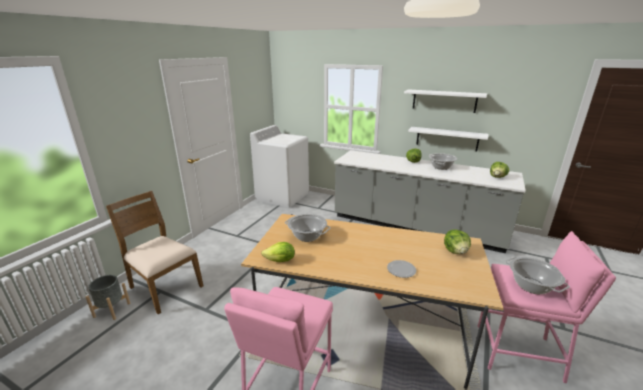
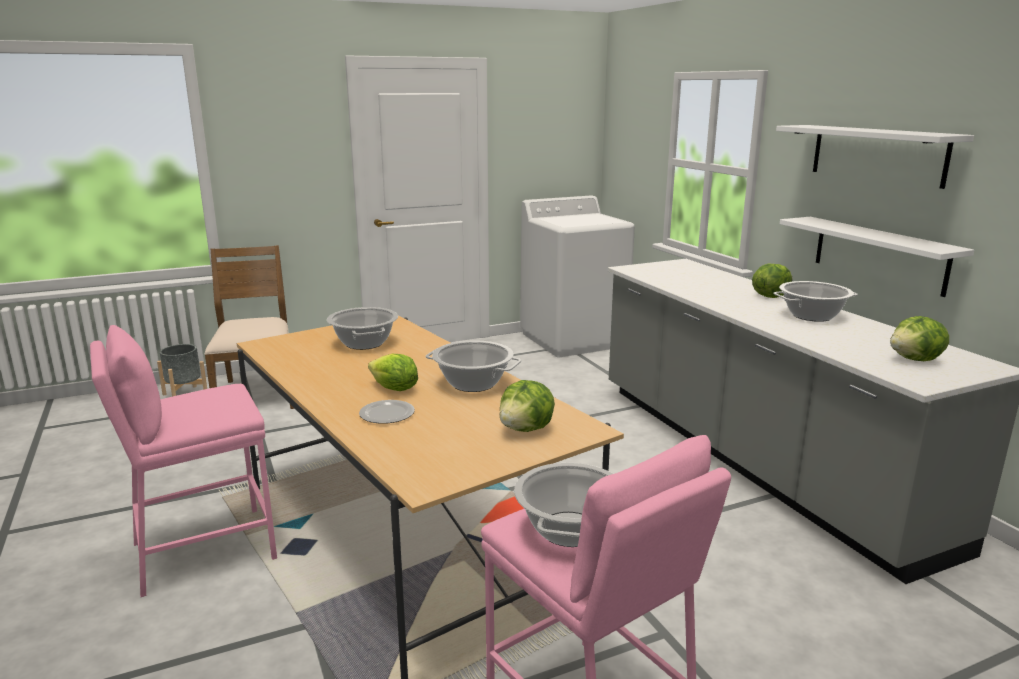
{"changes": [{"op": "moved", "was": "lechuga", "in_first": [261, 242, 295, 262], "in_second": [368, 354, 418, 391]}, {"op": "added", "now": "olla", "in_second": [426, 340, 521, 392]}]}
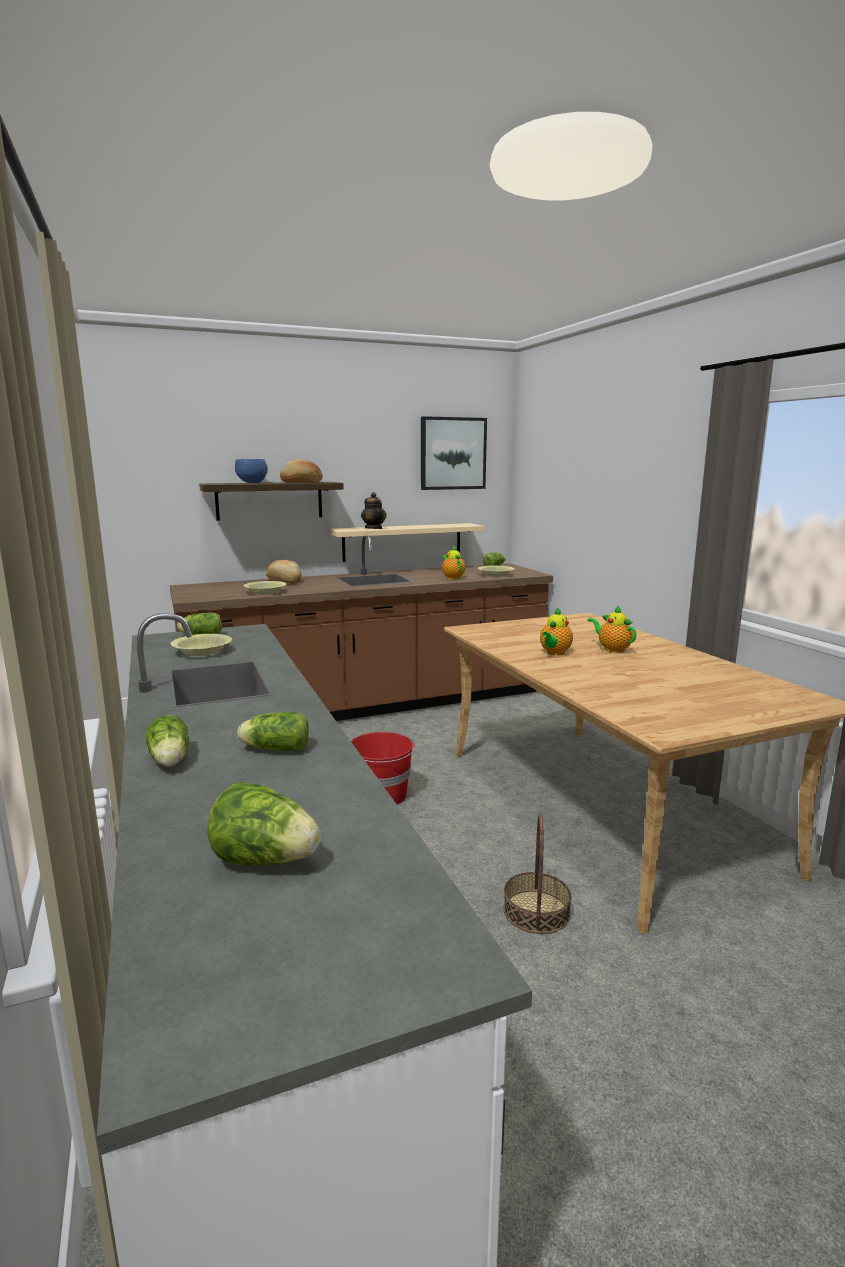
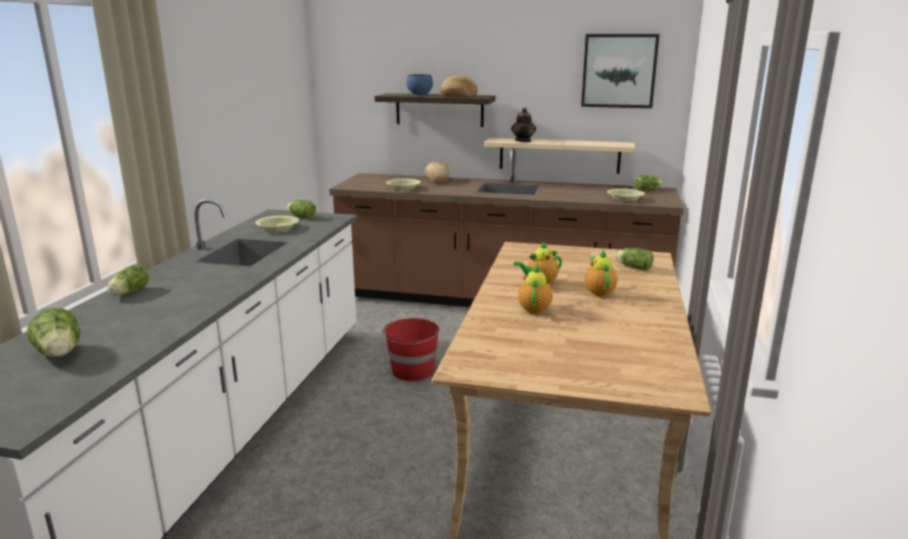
{"changes": [{"op": "moved", "was": "tetera", "in_first": [442, 546, 465, 580], "in_second": [518, 265, 553, 315]}, {"op": "moved", "was": "lechuga", "in_first": [238, 712, 309, 751], "in_second": [615, 248, 653, 271]}, {"op": "removed", "was": "cesta", "in_first": [504, 815, 571, 934]}]}
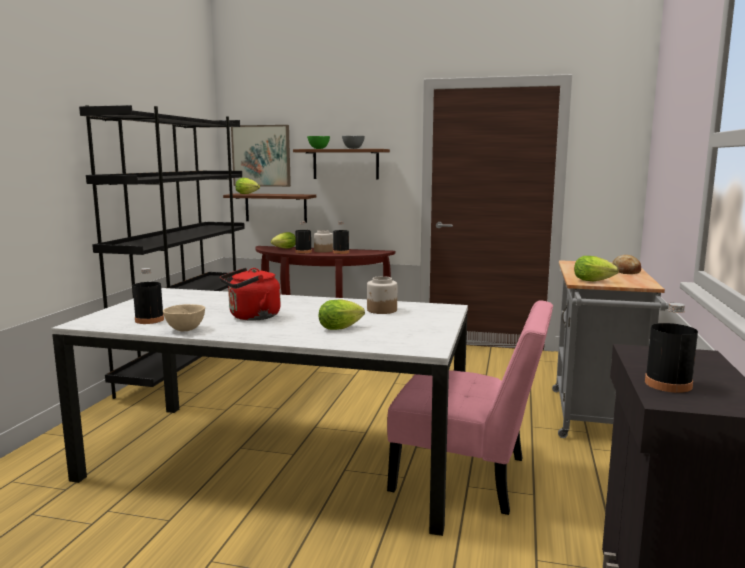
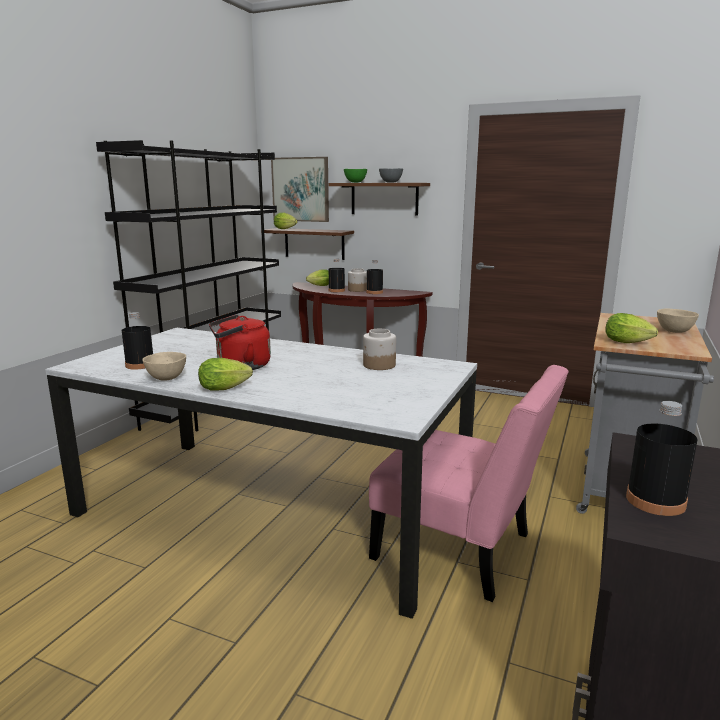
{"changes": [{"op": "replaced", "was": "pan", "now": "cuenco/beis", "in_first": [612, 255, 641, 274], "in_second": [657, 308, 699, 333]}, {"op": "moved", "was": "lechuga", "in_first": [319, 299, 365, 330], "in_second": [198, 358, 253, 391]}]}
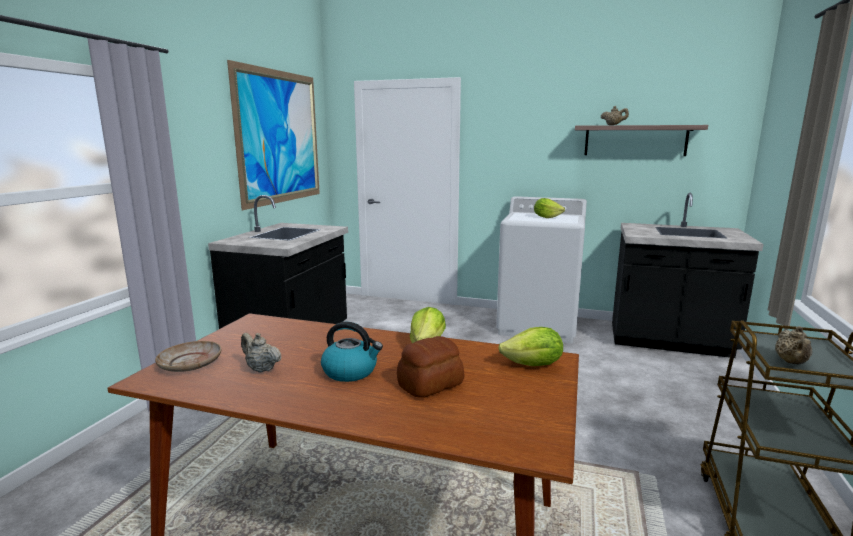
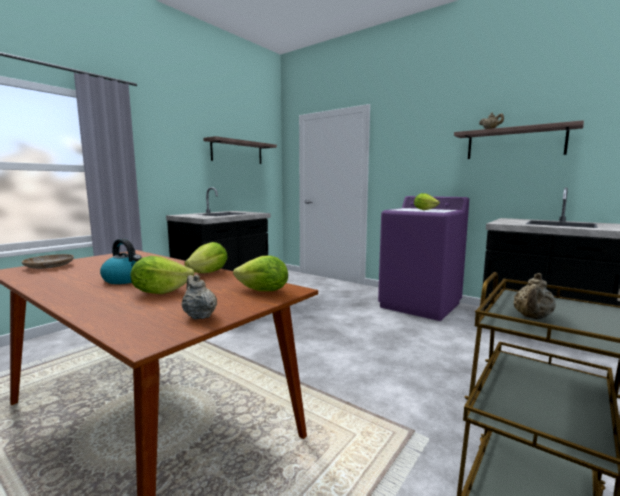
{"changes": [{"op": "replaced", "was": "cuadro", "now": "estante", "in_first": [227, 60, 320, 210], "in_second": [203, 136, 277, 164]}, {"op": "recoloured", "was": "lavadora/blanco", "now": "lavadora/morado", "in_first": [496, 196, 587, 344], "in_second": [378, 196, 469, 321]}, {"op": "moved", "was": "tetera/beis", "in_first": [241, 333, 282, 373], "in_second": [181, 274, 217, 319]}, {"op": "replaced", "was": "pan", "now": "lechuga", "in_first": [397, 336, 464, 398], "in_second": [131, 256, 194, 294]}]}
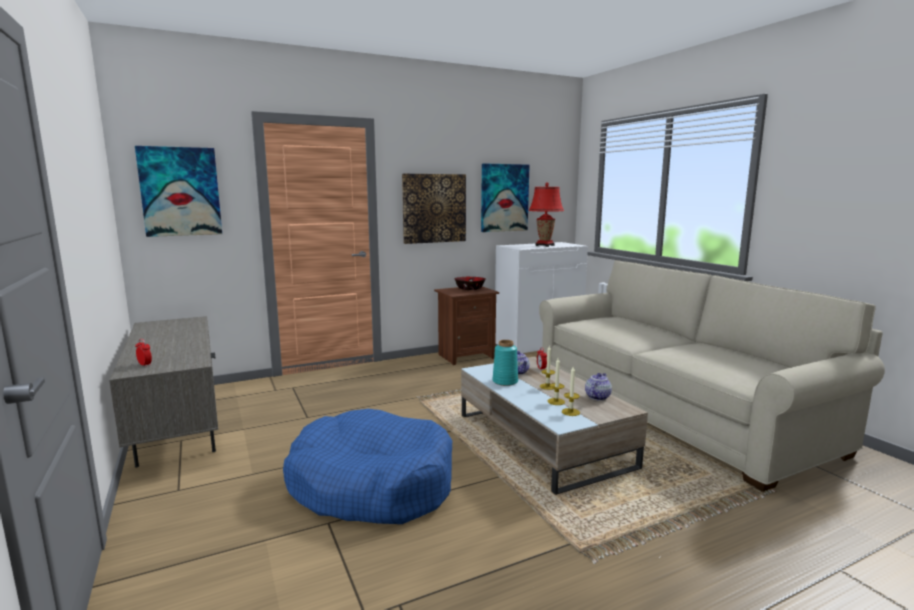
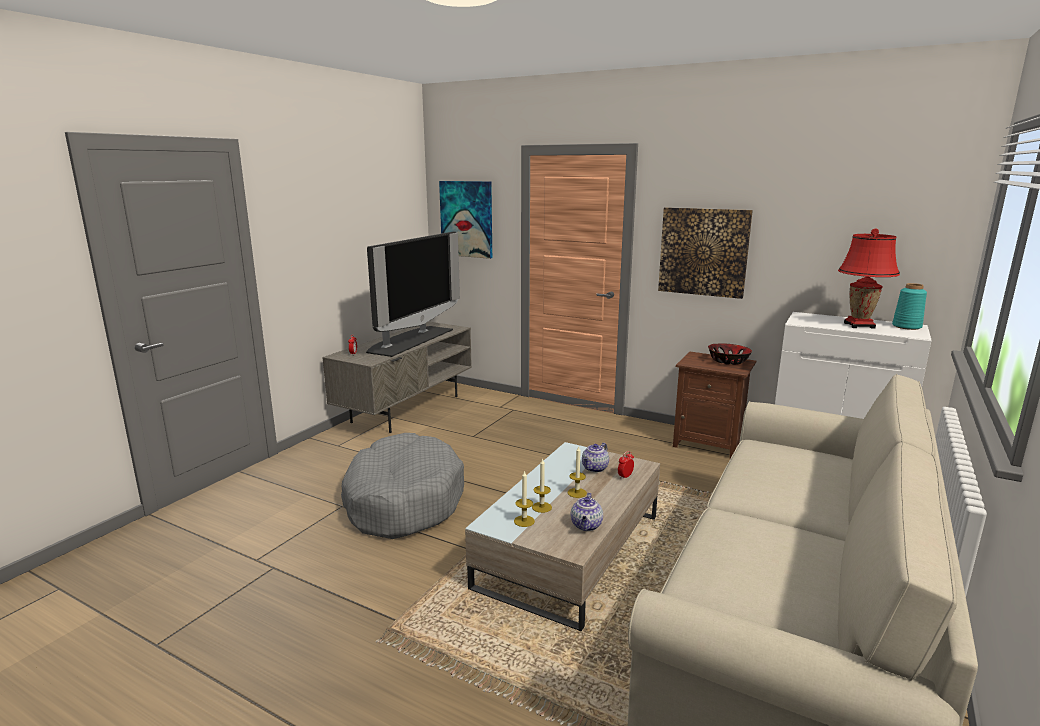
{"changes": [{"op": "removed", "was": "cuadro", "in_first": [481, 164, 530, 232]}, {"op": "moved", "was": "florero/turquesa", "in_first": [492, 340, 518, 386], "in_second": [892, 283, 927, 330]}, {"op": "turned", "was": "tetera", "in_first": [585, 373, 612, 401], "in_second": [571, 493, 603, 531], "clockwise": 105}, {"op": "recoloured", "was": "cama para perro/azul", "now": "cama para perro/gris", "in_first": [283, 409, 452, 524], "in_second": [341, 433, 464, 539]}, {"op": "added", "now": "televisor", "in_second": [366, 232, 460, 357]}]}
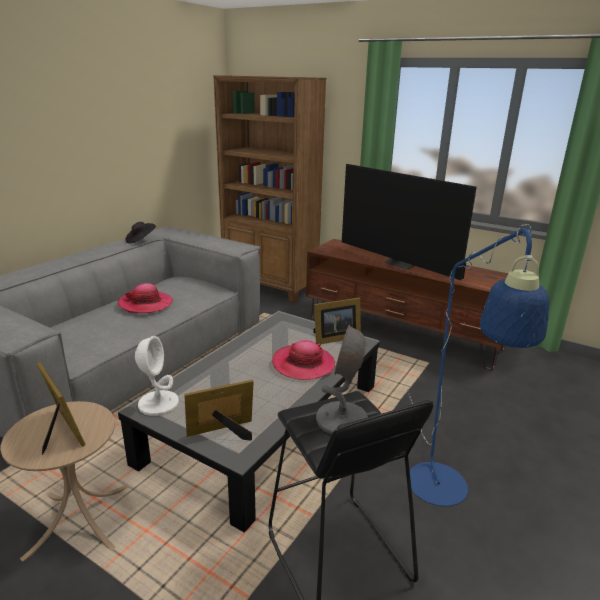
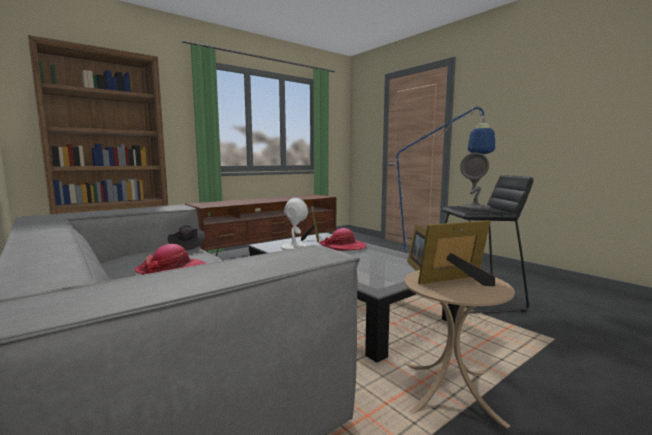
{"changes": [{"op": "removed", "was": "televisor", "in_first": [342, 164, 477, 280]}, {"op": "moved", "was": "sombrero/negro", "in_first": [125, 222, 156, 243], "in_second": [168, 226, 205, 250]}, {"op": "moved", "was": "lámpara de mesa/blanco", "in_first": [135, 336, 179, 416], "in_second": [281, 197, 308, 250]}]}
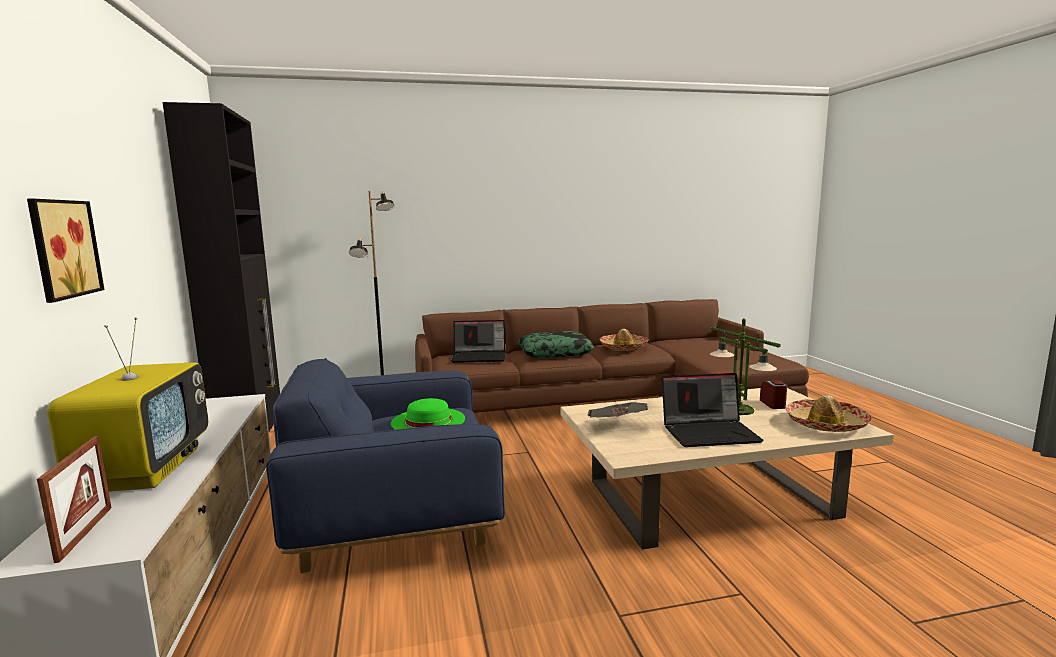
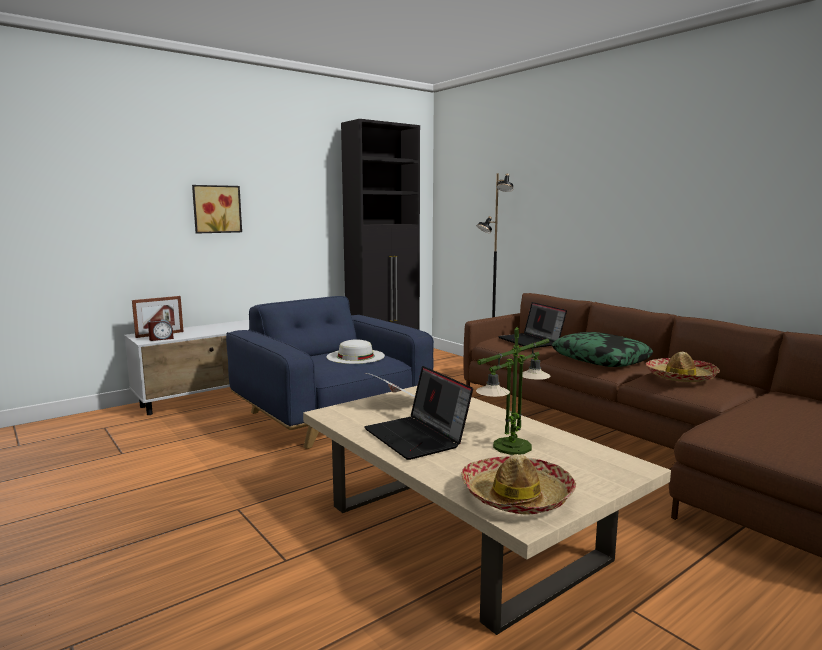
{"changes": [{"op": "removed", "was": "televisor", "in_first": [47, 317, 208, 492]}, {"op": "moved", "was": "despertador", "in_first": [760, 380, 787, 409], "in_second": [148, 319, 174, 341]}, {"op": "recoloured", "was": "sombrero/verde", "now": "sombrero/blanco", "in_first": [391, 398, 465, 430], "in_second": [327, 339, 385, 364]}]}
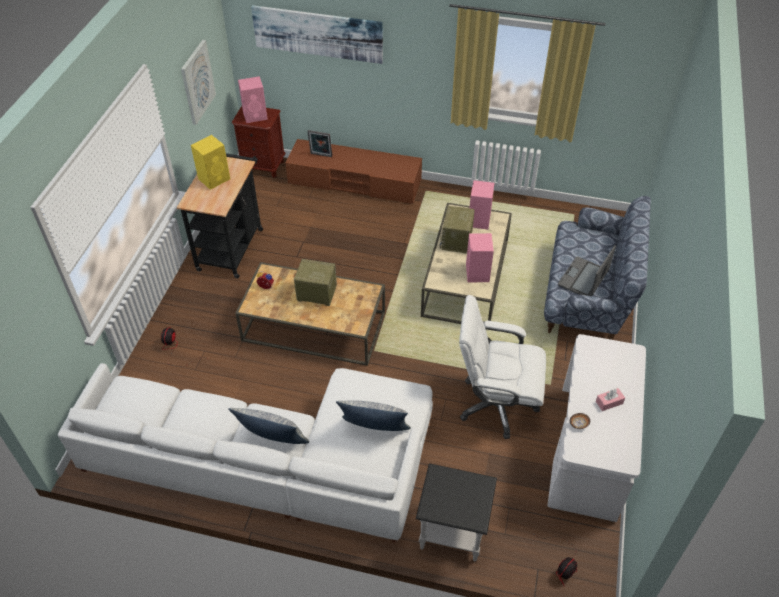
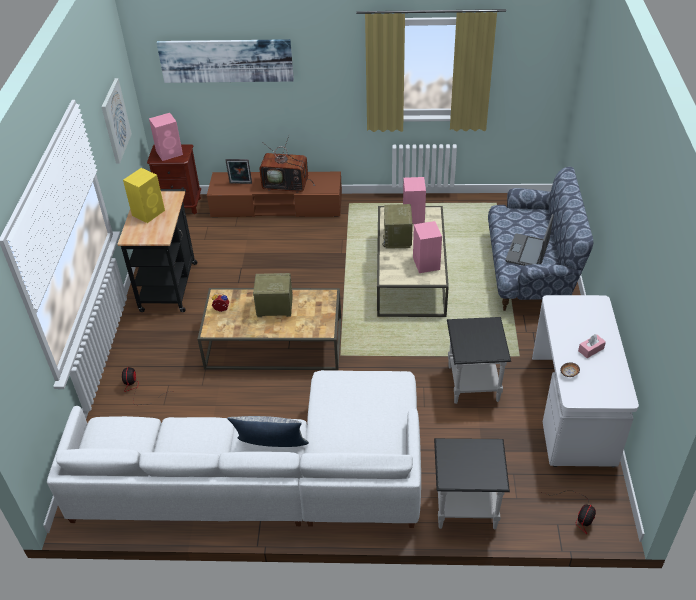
{"changes": [{"op": "replaced", "was": "silla de oficina/blanco", "now": "mesa auxiliar/negro", "in_first": [459, 295, 546, 439], "in_second": [447, 317, 511, 404]}, {"op": "removed", "was": "cojín", "in_first": [336, 401, 411, 431]}, {"op": "added", "now": "televisor", "in_second": [259, 134, 315, 193]}]}
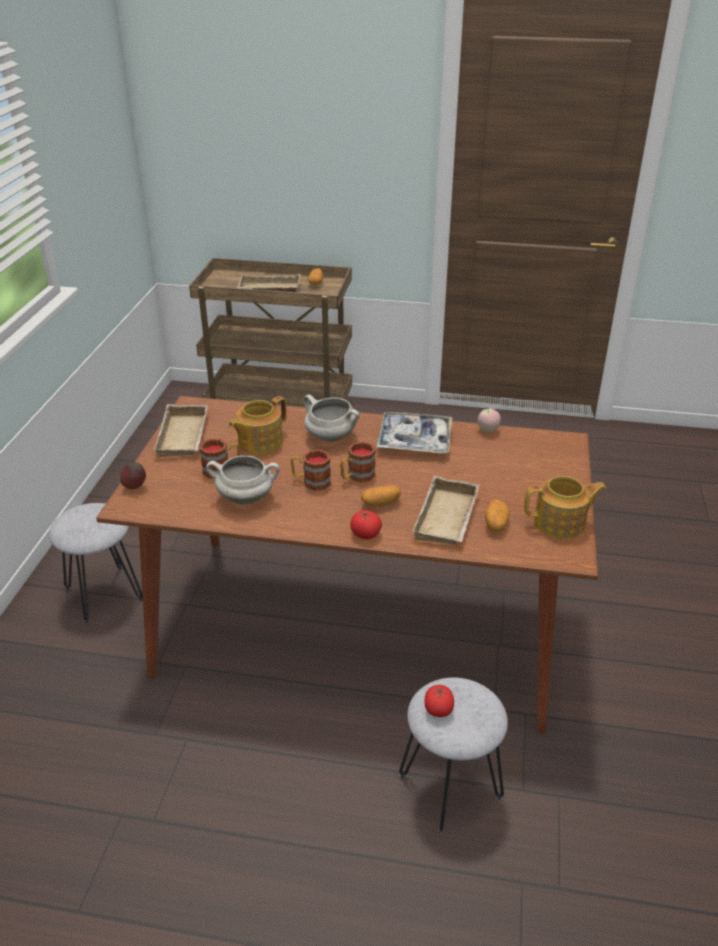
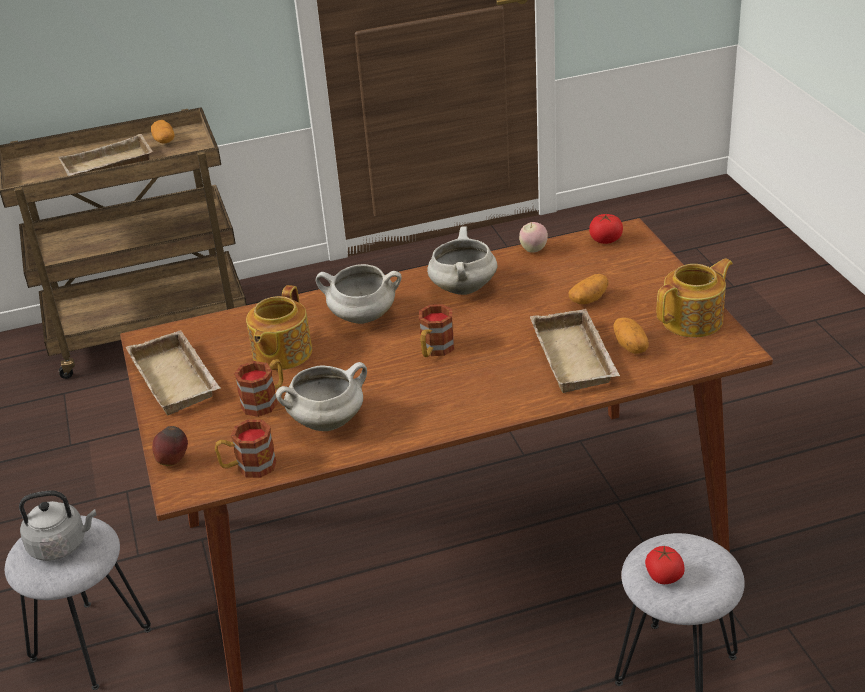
{"changes": [{"op": "replaced", "was": "bandeja", "now": "olla/blanco", "in_first": [376, 412, 452, 454], "in_second": [427, 226, 497, 295]}, {"op": "moved", "was": "taza grande", "in_first": [291, 449, 331, 491], "in_second": [215, 420, 277, 478]}, {"op": "moved", "was": "patata", "in_first": [361, 485, 401, 506], "in_second": [569, 274, 609, 304]}, {"op": "moved", "was": "tomate", "in_first": [350, 510, 382, 539], "in_second": [589, 214, 623, 244]}, {"op": "added", "now": "hervidor/gris", "in_second": [19, 490, 96, 561]}]}
